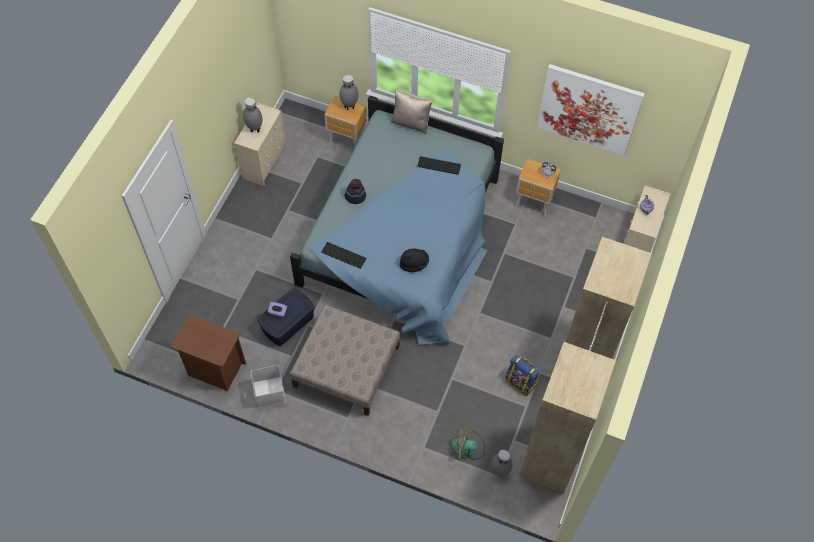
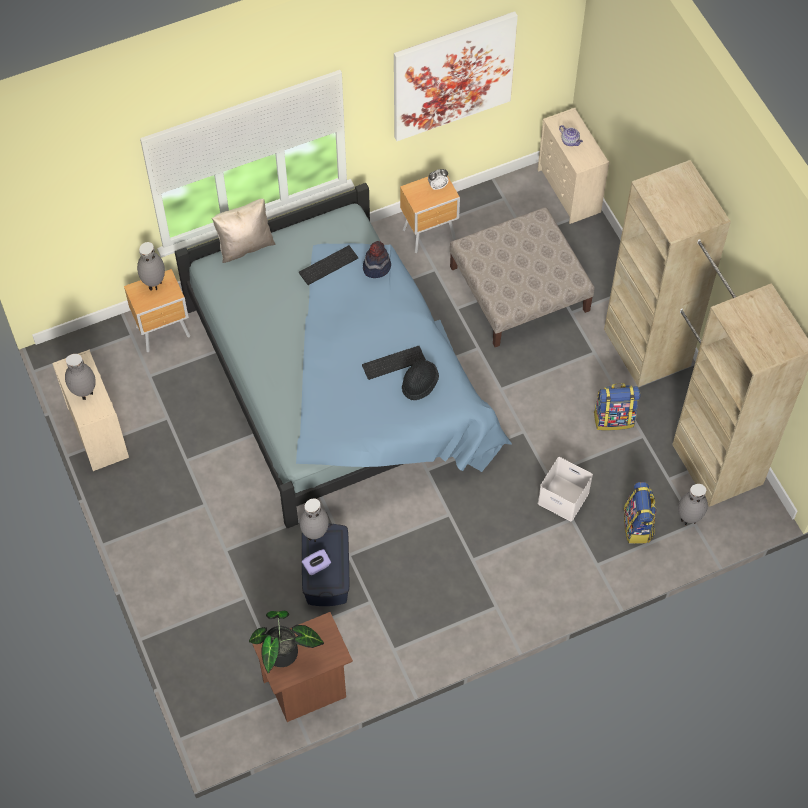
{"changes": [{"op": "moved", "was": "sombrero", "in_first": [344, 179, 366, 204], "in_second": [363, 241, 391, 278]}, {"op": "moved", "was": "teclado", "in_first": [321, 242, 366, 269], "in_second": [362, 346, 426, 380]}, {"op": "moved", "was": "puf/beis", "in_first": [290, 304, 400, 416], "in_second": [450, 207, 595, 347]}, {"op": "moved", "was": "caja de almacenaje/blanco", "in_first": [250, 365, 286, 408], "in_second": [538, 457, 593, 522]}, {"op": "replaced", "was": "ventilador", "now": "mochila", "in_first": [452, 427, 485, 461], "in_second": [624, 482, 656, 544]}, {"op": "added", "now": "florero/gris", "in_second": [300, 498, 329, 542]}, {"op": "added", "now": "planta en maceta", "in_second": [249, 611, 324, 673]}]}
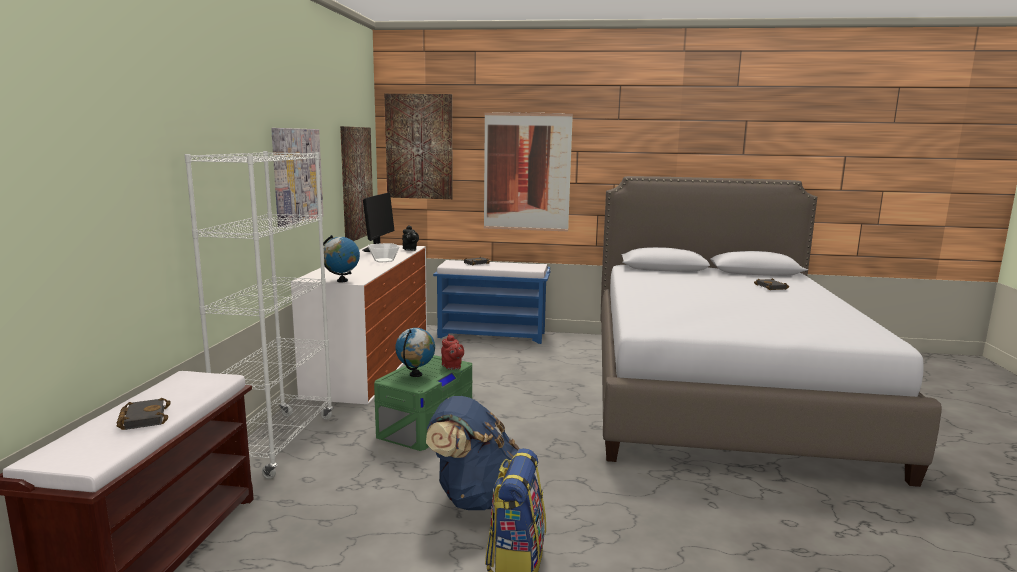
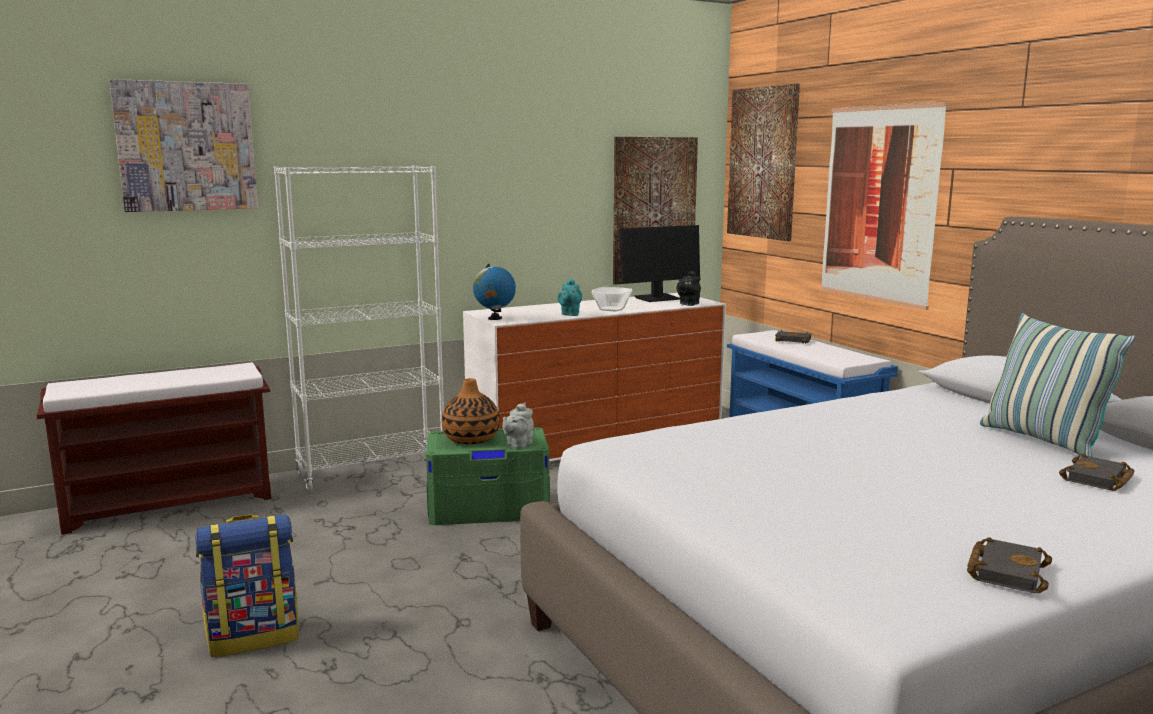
{"changes": [{"op": "moved", "was": "cuadro", "in_first": [271, 128, 324, 227], "in_second": [109, 79, 258, 212]}, {"op": "replaced", "was": "globo terráqueo", "now": "florero", "in_first": [395, 328, 435, 377], "in_second": [442, 378, 500, 444]}, {"op": "recoloured", "was": "tetera/rojo", "now": "tetera/gris", "in_first": [441, 334, 464, 370], "in_second": [502, 403, 534, 449]}, {"op": "removed", "was": "mochila/azul", "in_first": [426, 396, 519, 510]}, {"op": "moved", "was": "libro/negro", "in_first": [117, 398, 171, 430], "in_second": [967, 537, 1052, 594]}, {"op": "added", "now": "tetera/turquesa", "in_second": [557, 279, 582, 316]}, {"op": "added", "now": "cojín", "in_second": [980, 313, 1136, 457]}]}
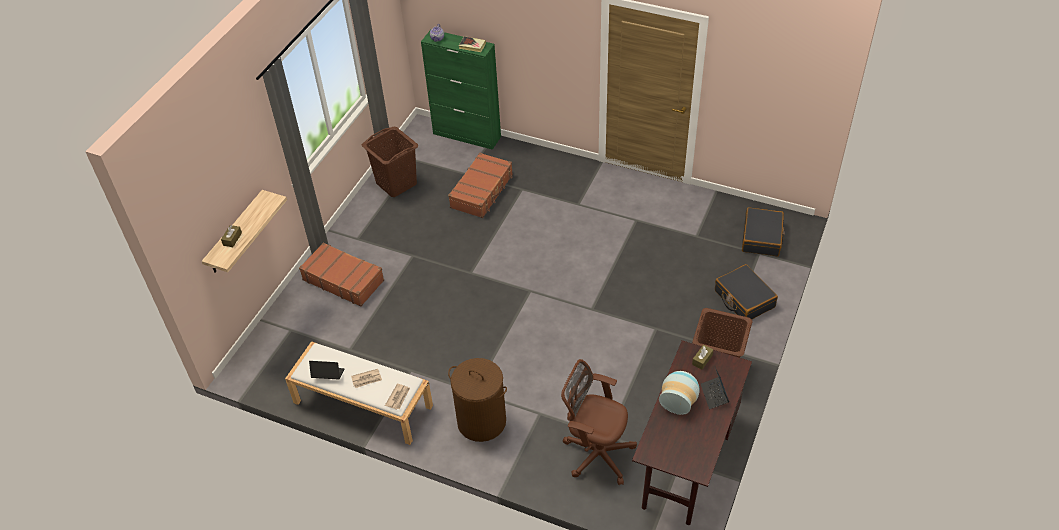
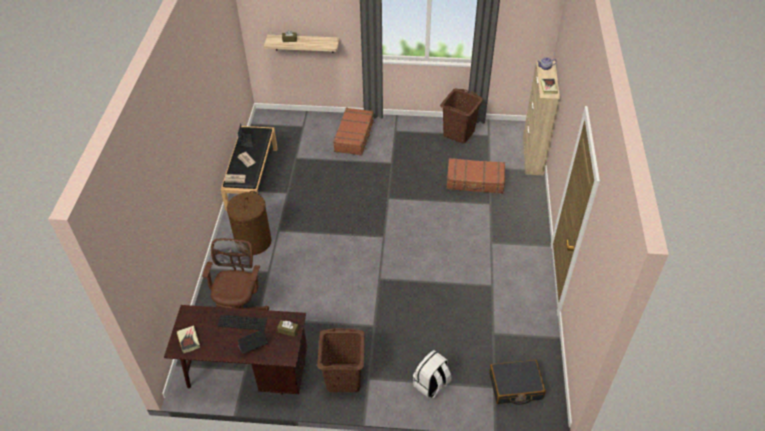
{"changes": [{"op": "recoloured", "was": "armario/verde", "now": "armario/beis", "in_first": [421, 31, 501, 150], "in_second": [523, 60, 560, 176]}, {"op": "replaced", "was": "maleta/negro", "now": "mochila/blanco", "in_first": [715, 264, 778, 319], "in_second": [413, 350, 452, 398]}, {"op": "recoloured", "was": "banco/blanco", "now": "banco/negro", "in_first": [285, 341, 433, 445], "in_second": [221, 126, 278, 211]}, {"op": "replaced", "was": "florero", "now": "teclado", "in_first": [659, 371, 700, 415], "in_second": [218, 315, 267, 330]}, {"op": "added", "now": "libro", "in_second": [177, 325, 200, 354]}]}
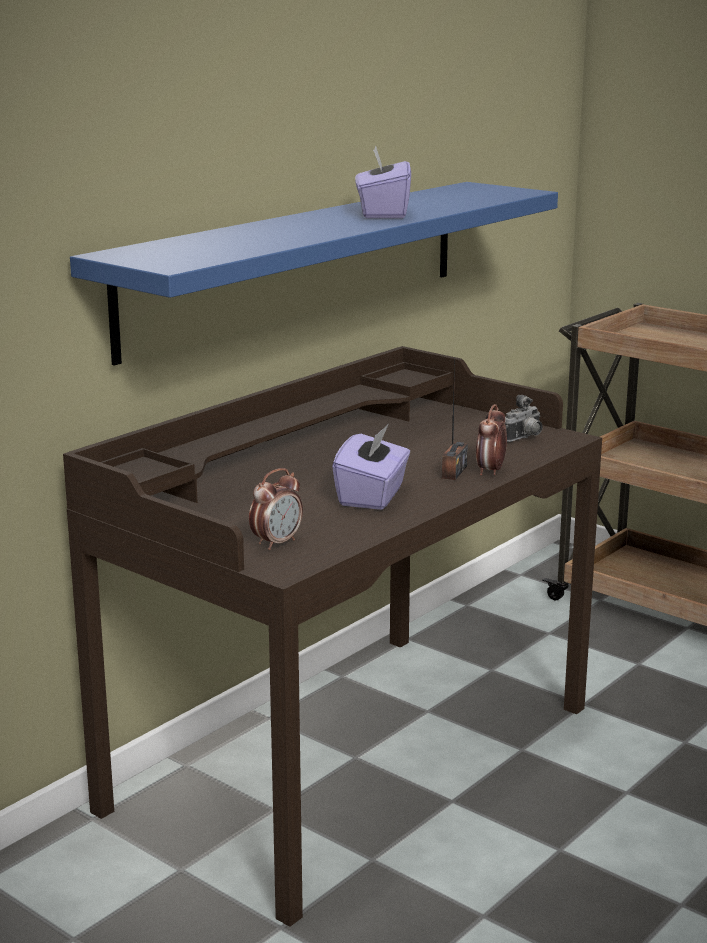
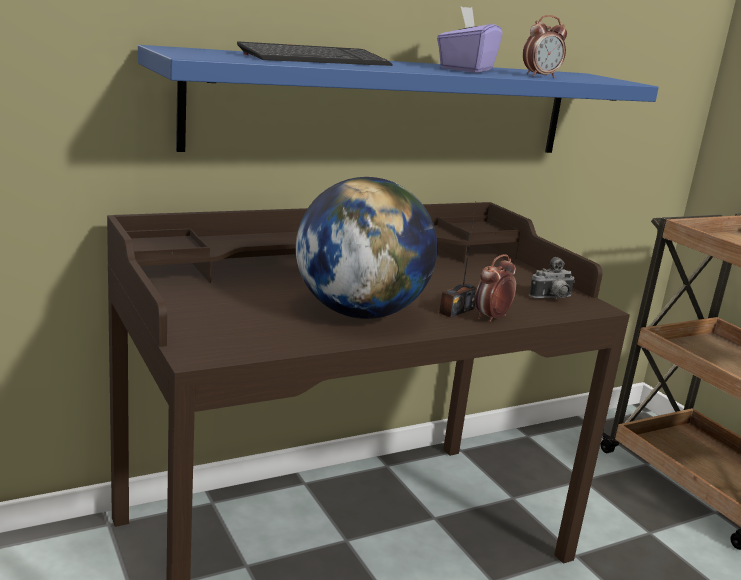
{"changes": [{"op": "replaced", "was": "caja de pañuelos/morado", "now": "globo terráqueo", "in_first": [332, 424, 410, 510], "in_second": [296, 177, 437, 319]}, {"op": "moved", "was": "despertador", "in_first": [249, 468, 303, 550], "in_second": [523, 15, 567, 78]}, {"op": "added", "now": "teclado", "in_second": [237, 42, 393, 66]}]}
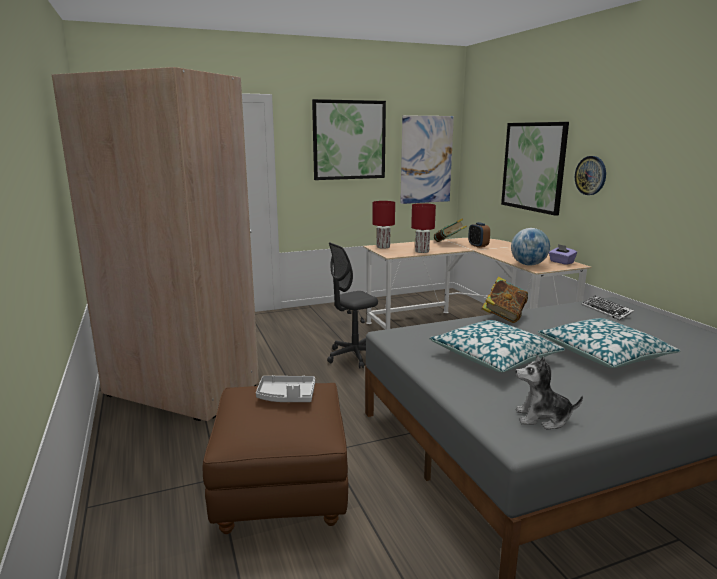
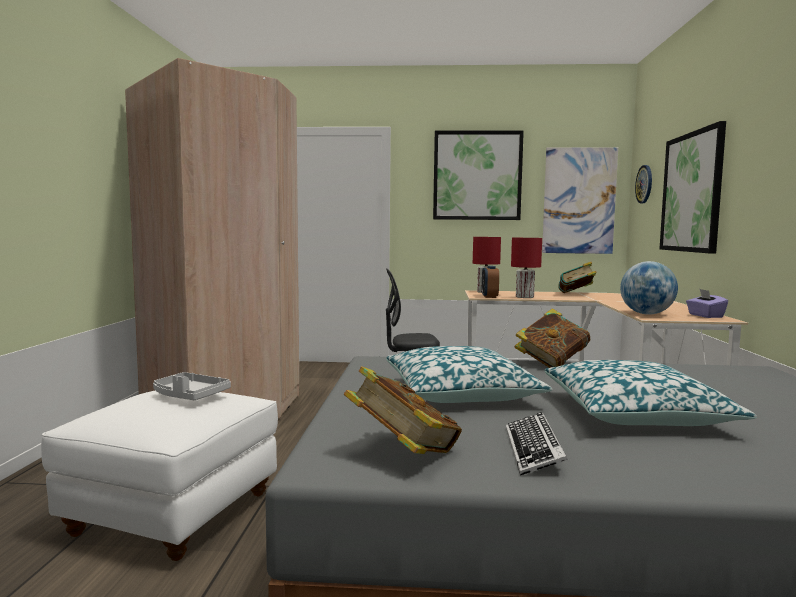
{"changes": [{"op": "moved", "was": "reloj de pared", "in_first": [575, 156, 606, 195], "in_second": [635, 165, 652, 203]}, {"op": "moved", "was": "despertador", "in_first": [468, 222, 490, 248], "in_second": [482, 266, 499, 298]}, {"op": "moved", "was": "teclado", "in_first": [581, 296, 634, 320], "in_second": [506, 412, 568, 476]}, {"op": "replaced", "was": "peluche", "now": "libro", "in_first": [516, 355, 583, 429], "in_second": [344, 366, 462, 454]}, {"op": "recoloured", "was": "puf/marrón", "now": "puf/blanco", "in_first": [203, 383, 348, 534], "in_second": [41, 391, 278, 561]}]}
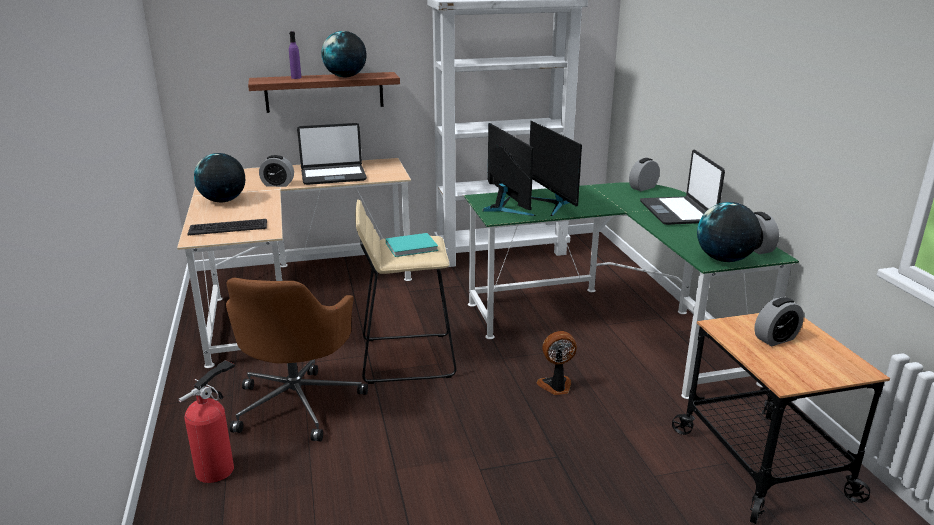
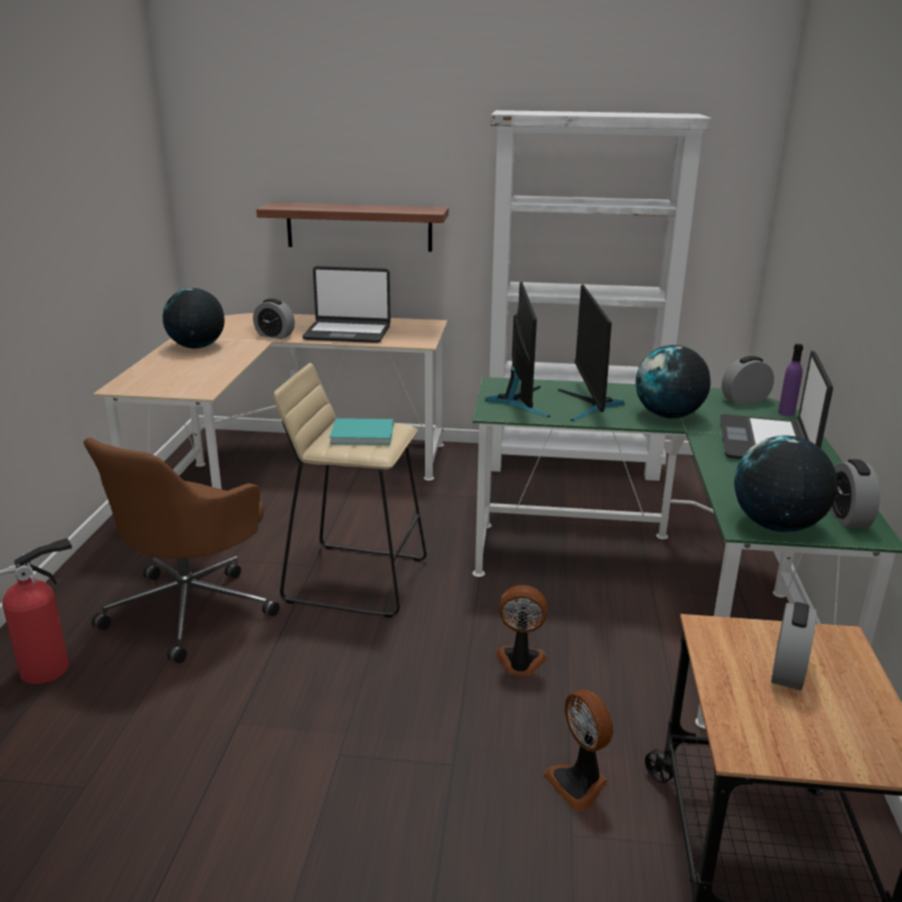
{"changes": [{"op": "moved", "was": "botella/morado", "in_first": [289, 31, 301, 79], "in_second": [778, 344, 803, 416]}, {"op": "moved", "was": "globo terráqueo", "in_first": [321, 31, 366, 77], "in_second": [635, 345, 711, 418]}, {"op": "removed", "was": "teclado", "in_first": [187, 219, 267, 236]}, {"op": "turned", "was": "despertador", "in_first": [754, 297, 804, 346], "in_second": [771, 602, 817, 691], "clockwise": -60}, {"op": "added", "now": "ventilador", "in_second": [544, 689, 613, 811]}]}
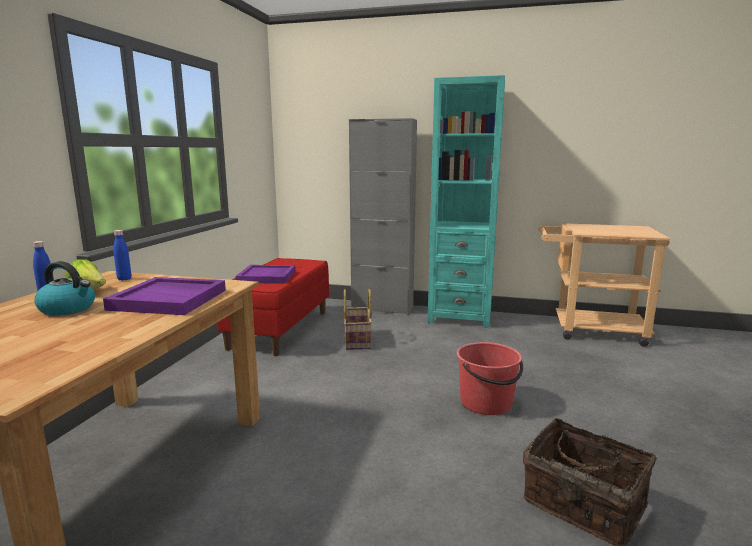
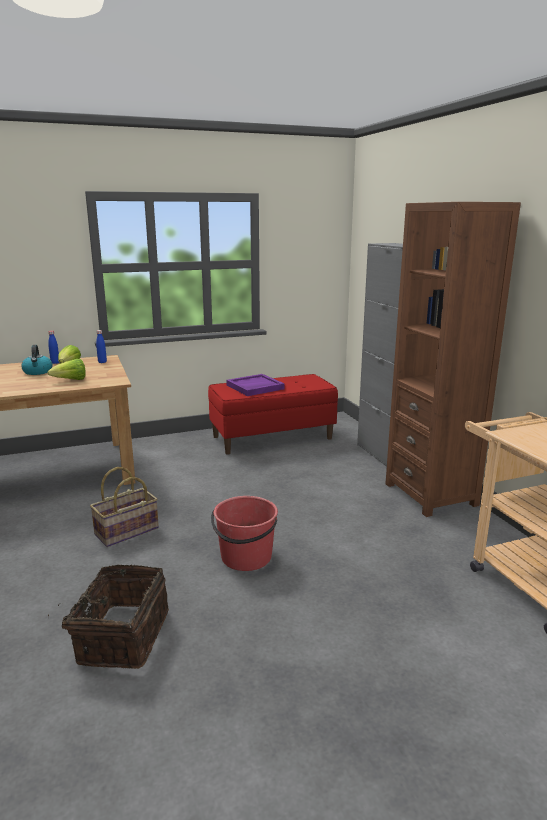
{"changes": [{"op": "recoloured", "was": "estantería/turquesa", "now": "estantería/marrón", "in_first": [428, 75, 505, 328], "in_second": [385, 202, 521, 517]}, {"op": "replaced", "was": "bandeja/morado", "now": "lechuga", "in_first": [103, 277, 226, 315], "in_second": [48, 359, 86, 380]}, {"op": "moved", "was": "cesta", "in_first": [344, 289, 372, 350], "in_second": [90, 467, 159, 547]}]}
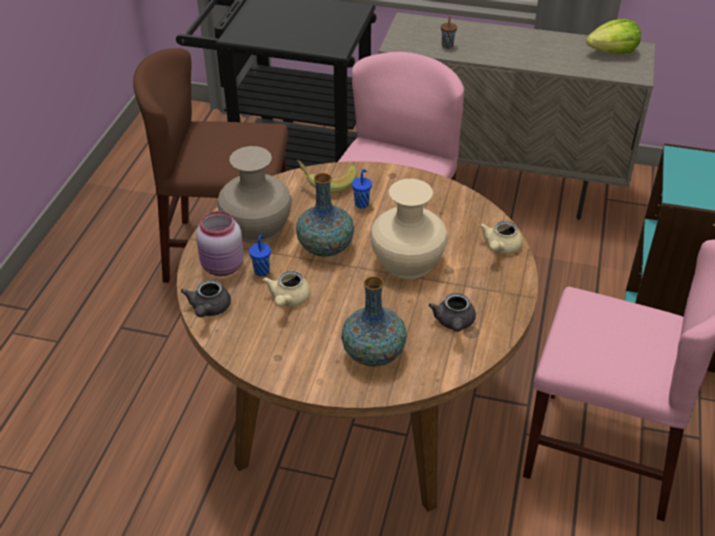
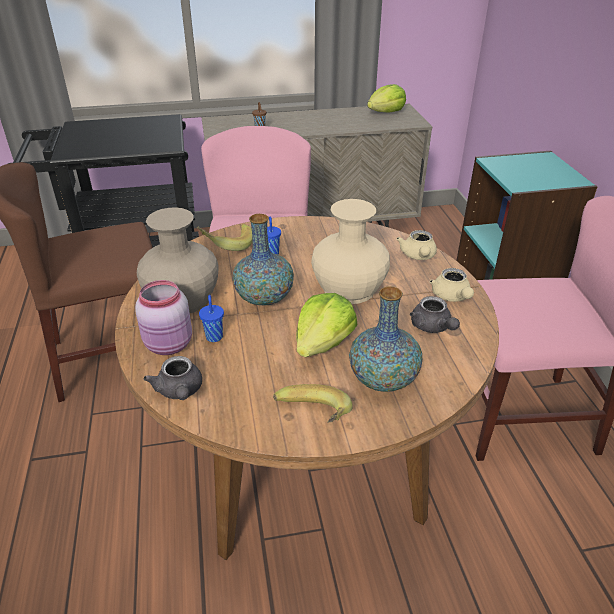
{"changes": [{"op": "moved", "was": "tetera/beis", "in_first": [262, 270, 311, 307], "in_second": [429, 268, 474, 302]}, {"op": "added", "now": "lechuga", "in_second": [296, 293, 357, 357]}, {"op": "added", "now": "plátano", "in_second": [273, 384, 353, 423]}]}
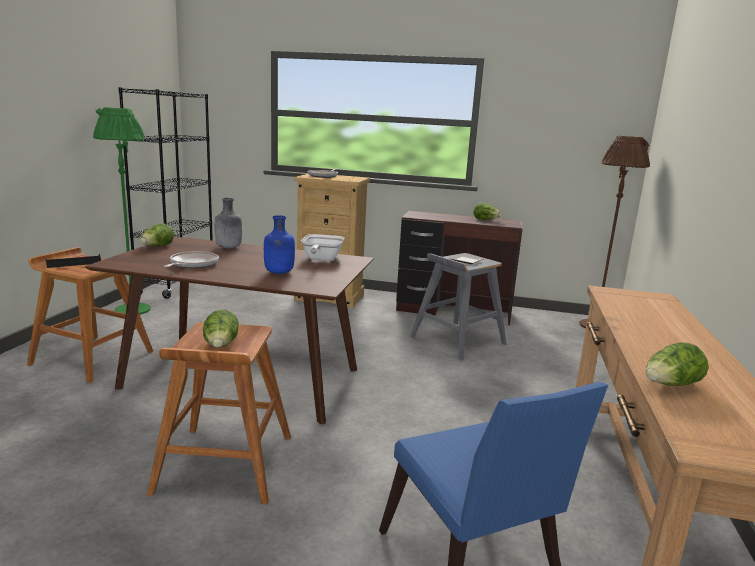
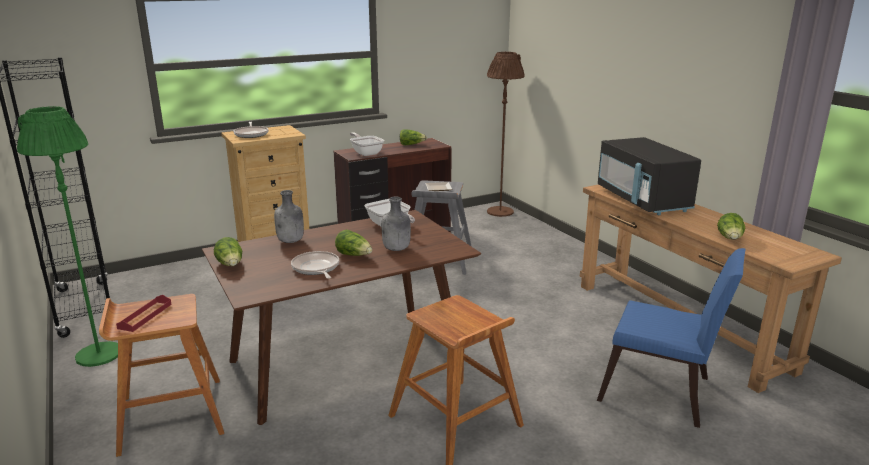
{"changes": [{"op": "recoloured", "was": "botella/azul", "now": "botella/gris", "in_first": [264, 215, 295, 274], "in_second": [382, 197, 411, 251]}, {"op": "recoloured", "was": "bandeja/negro", "now": "bandeja/rojo", "in_first": [46, 254, 101, 268], "in_second": [116, 295, 172, 332]}, {"op": "moved", "was": "lechuga", "in_first": [203, 310, 239, 348], "in_second": [335, 229, 372, 256]}, {"op": "added", "now": "sartén", "in_second": [350, 132, 384, 156]}, {"op": "added", "now": "microondas/negro", "in_second": [598, 137, 701, 215]}]}
